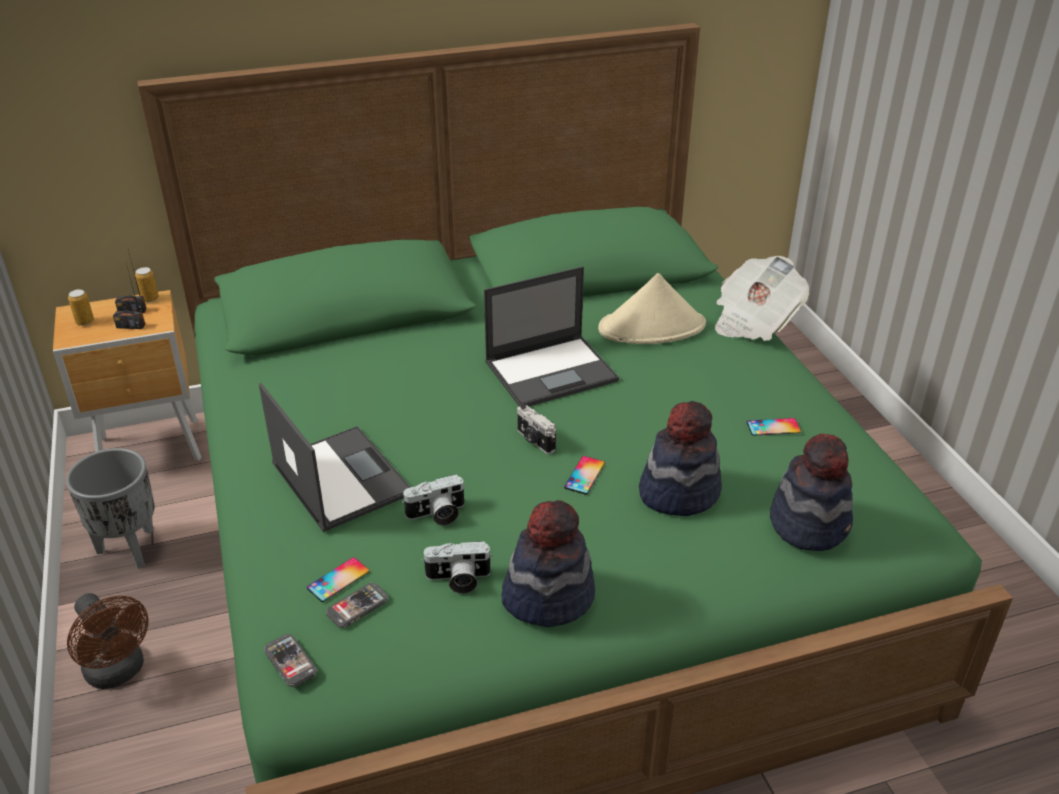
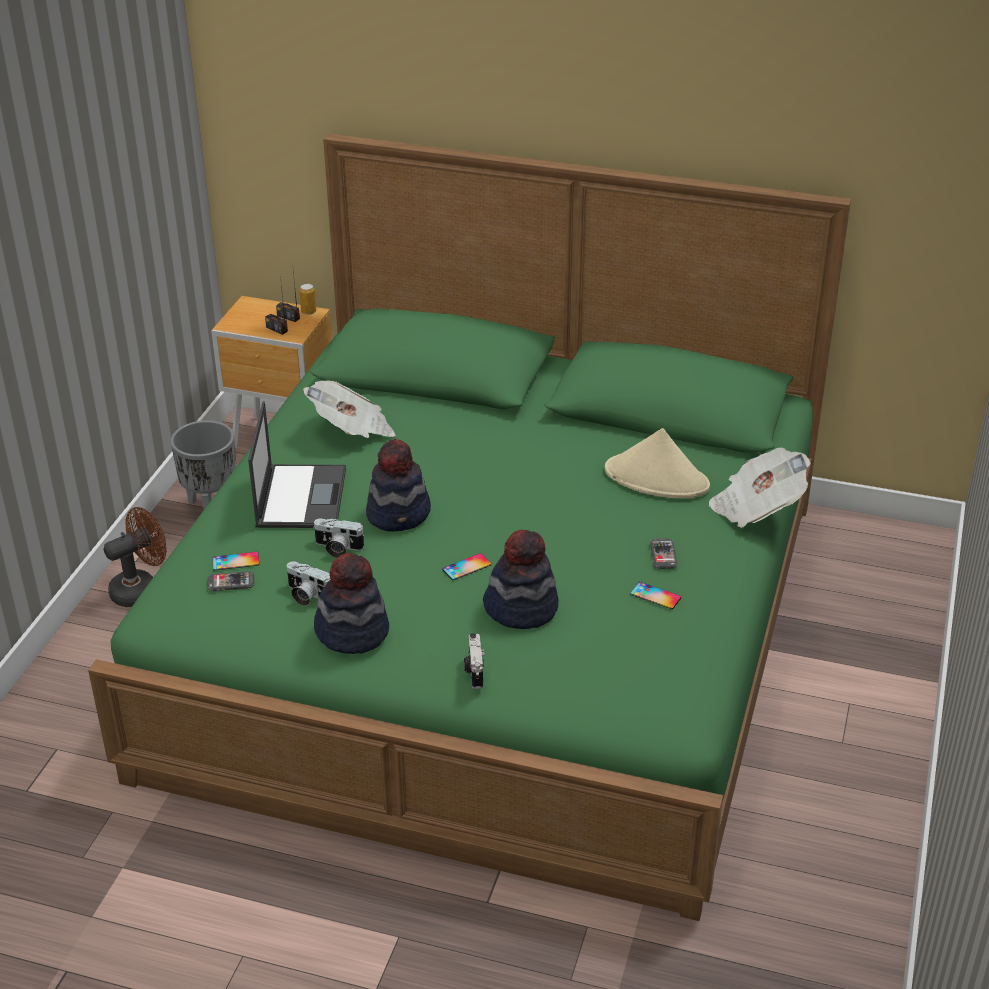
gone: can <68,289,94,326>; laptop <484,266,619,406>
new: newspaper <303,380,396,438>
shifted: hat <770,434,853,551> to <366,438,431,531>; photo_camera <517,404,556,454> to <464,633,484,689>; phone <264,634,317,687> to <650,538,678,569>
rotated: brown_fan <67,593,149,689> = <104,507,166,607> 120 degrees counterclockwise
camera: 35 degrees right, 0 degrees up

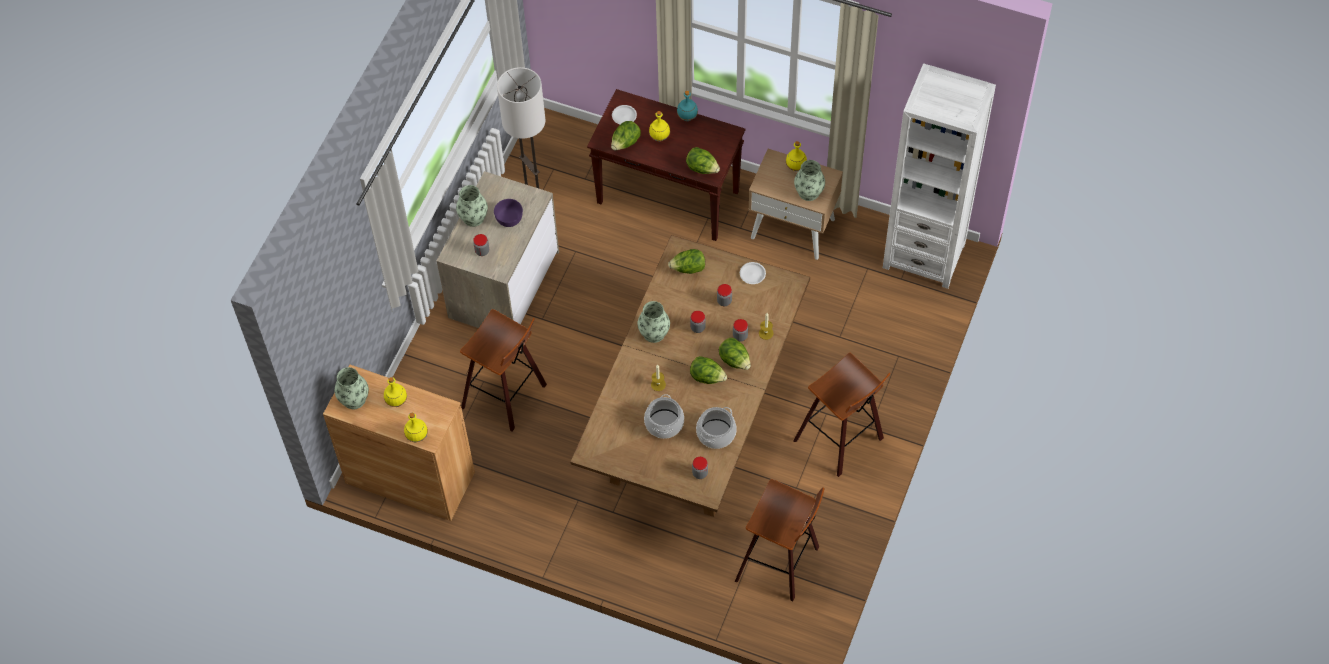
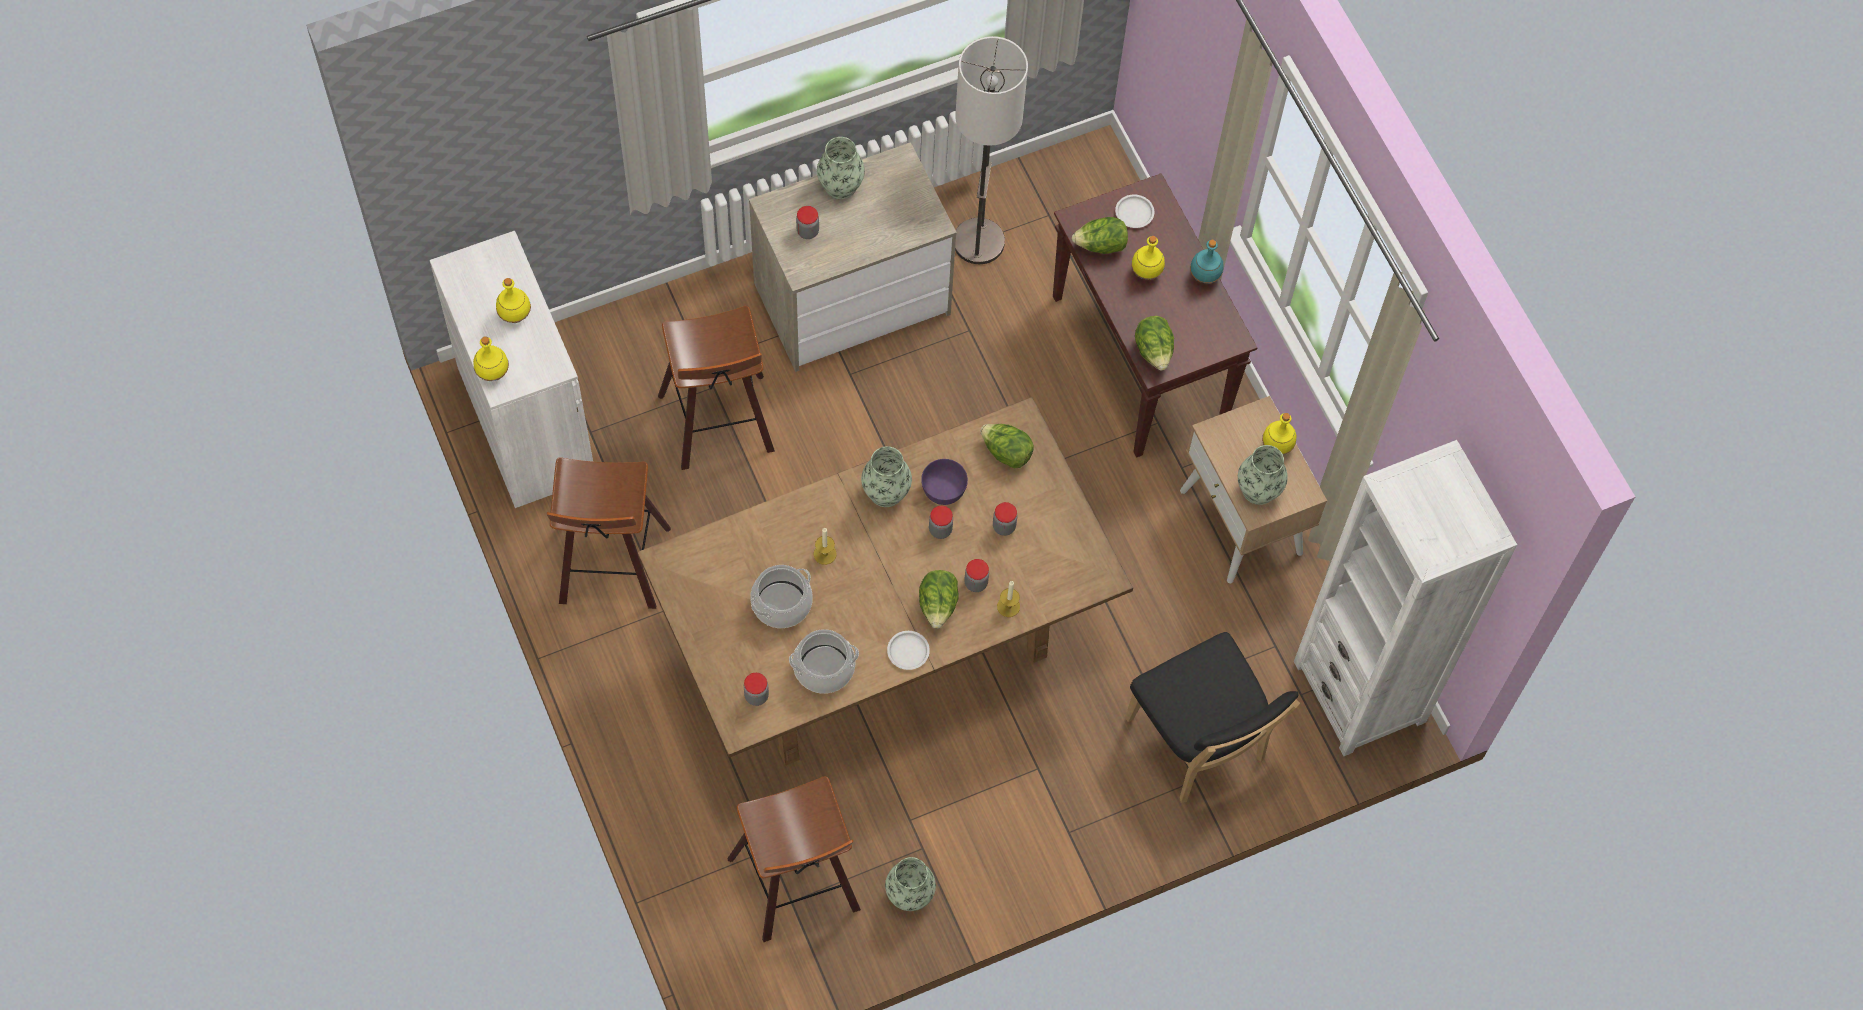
gone: lettuce <690,356,727,384>
new: black_chair <1125,632,1300,803>
shifted: stool <794,353,891,477> to <547,457,671,609>; vase <335,367,369,409> to <885,857,936,911>; white_plate <740,262,766,284> to <887,631,930,670>; purple_bowl <494,199,523,227> to <921,459,968,505>
repainted: brown_cabinet <323,365,475,521> to white_cabinet <430,231,593,508>
camera: 40 degrees right, 5 degrees up

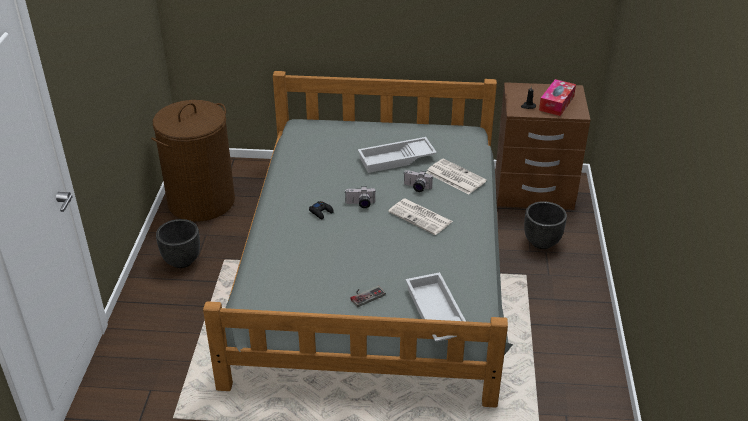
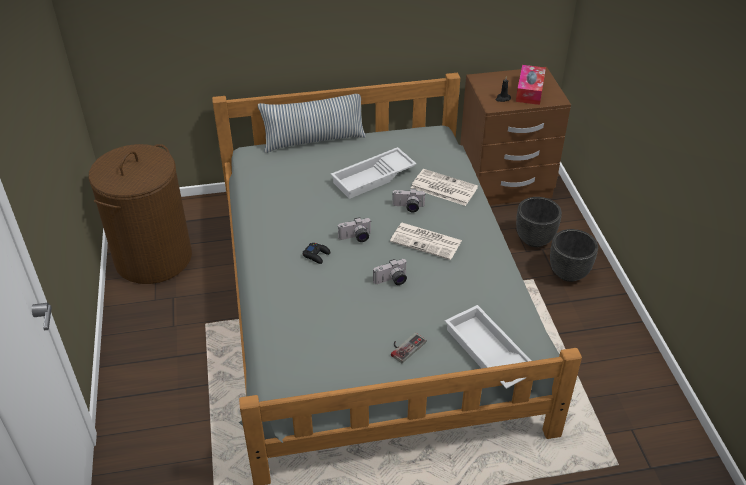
new: pillow <258,94,366,153>; photo_camera <373,259,407,285>
shifted: black_planter <156,219,200,268> to <550,229,598,282>
camera: 15 degrees left, 5 degrees up

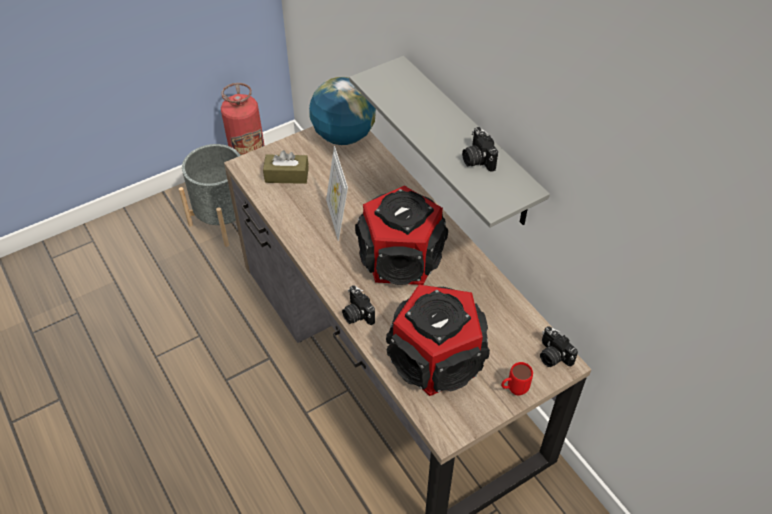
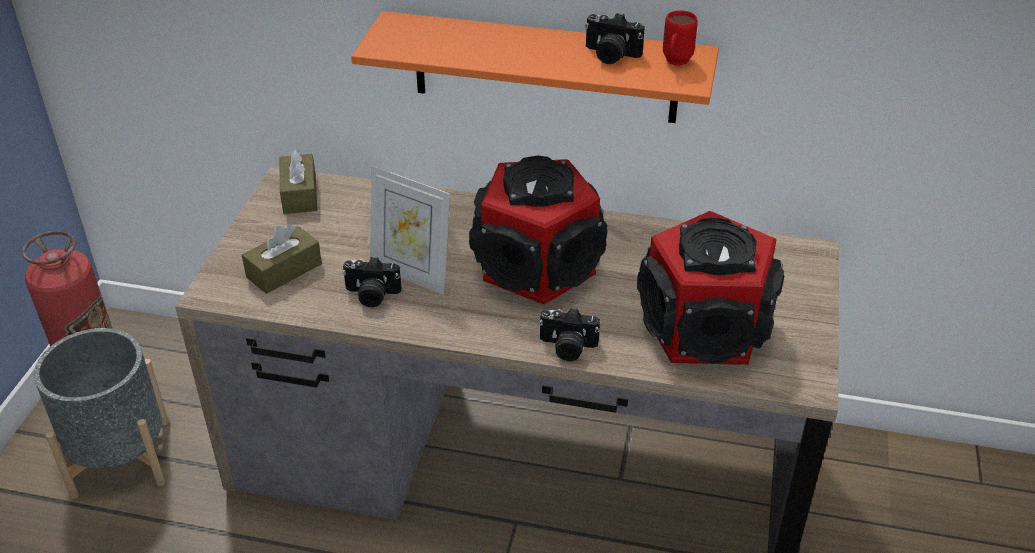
shifted: photo_camera <540,326,578,367> to <342,257,401,307>; red_mug <501,362,533,396> to <663,10,698,65>
swapped: globe <309,77,376,145> to brown_tissue_box <280,147,317,214>
repainted: grey_shelf <349,56,550,228> to orange_shelf <351,11,719,123>
camera: 45 degrees left, 10 degrees down

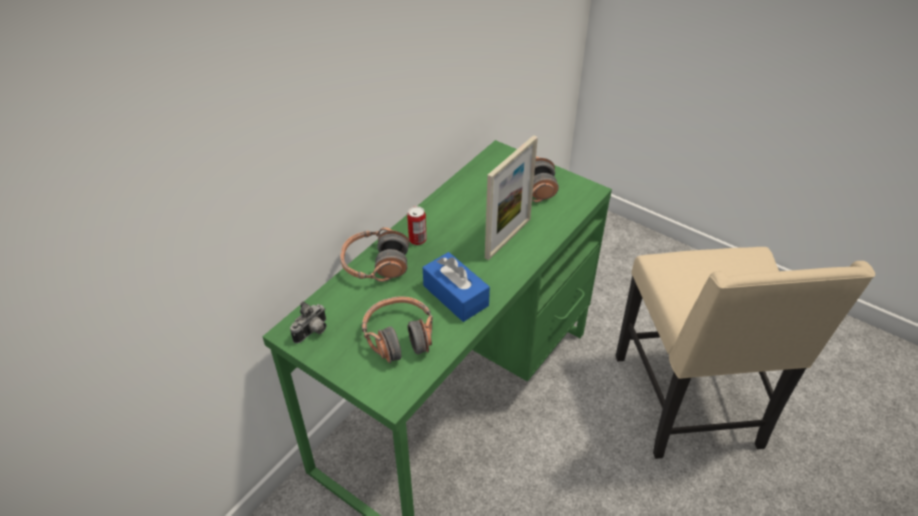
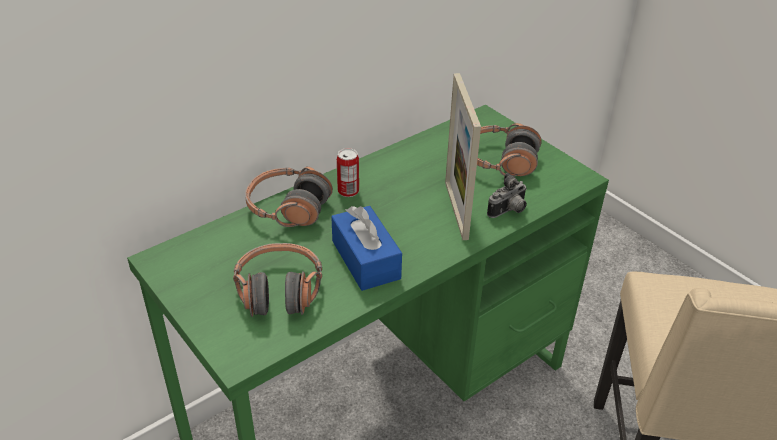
shifted: photo_camera <290,301,326,343> to <487,173,527,218>
rotated: picture_frame <485,135,538,260> = <445,73,481,240> 120 degrees clockwise
camera: 15 degrees right, 5 degrees down

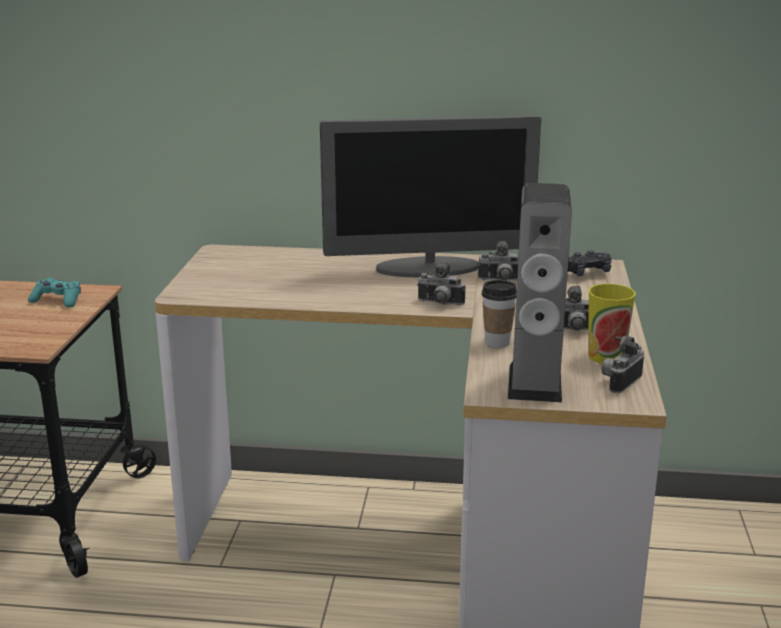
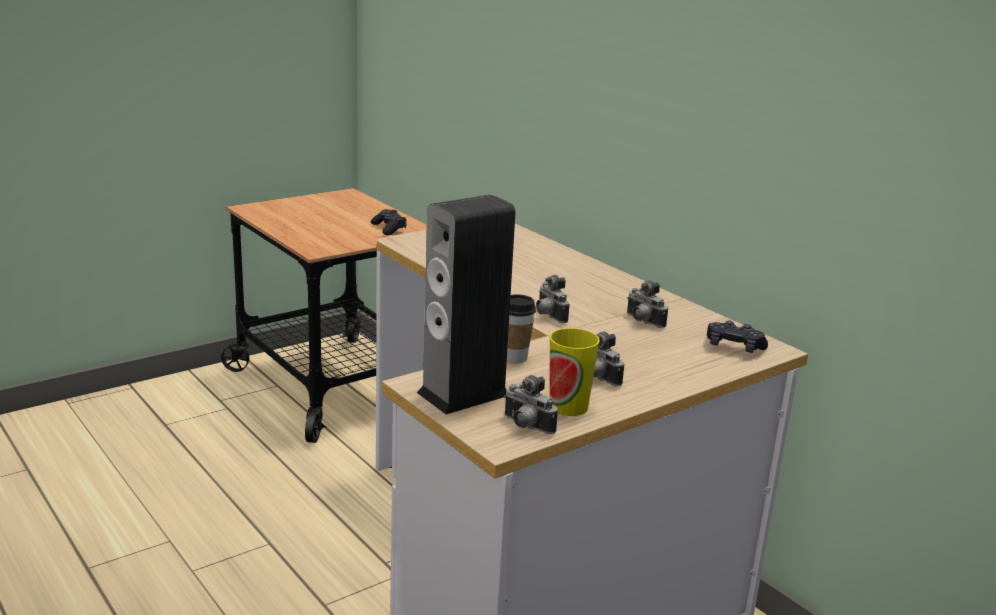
gone: monitor <320,115,541,277>
repainted: turquoise_game_controller <28,278,81,308> to black_game_controller <371,209,407,236>
rotated: photo_camera <602,336,644,393> = <504,375,558,434> 135 degrees counterclockwise
camera: 45 degrees right, 0 degrees up

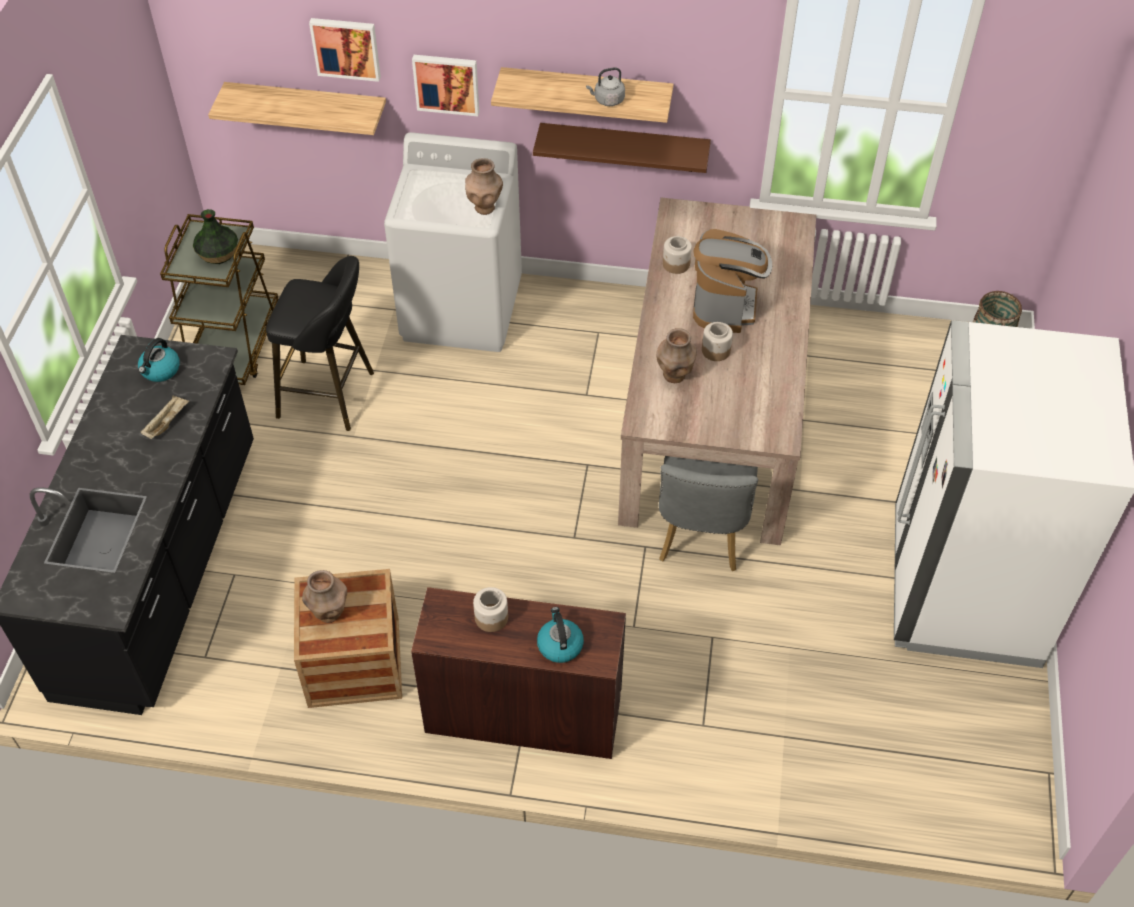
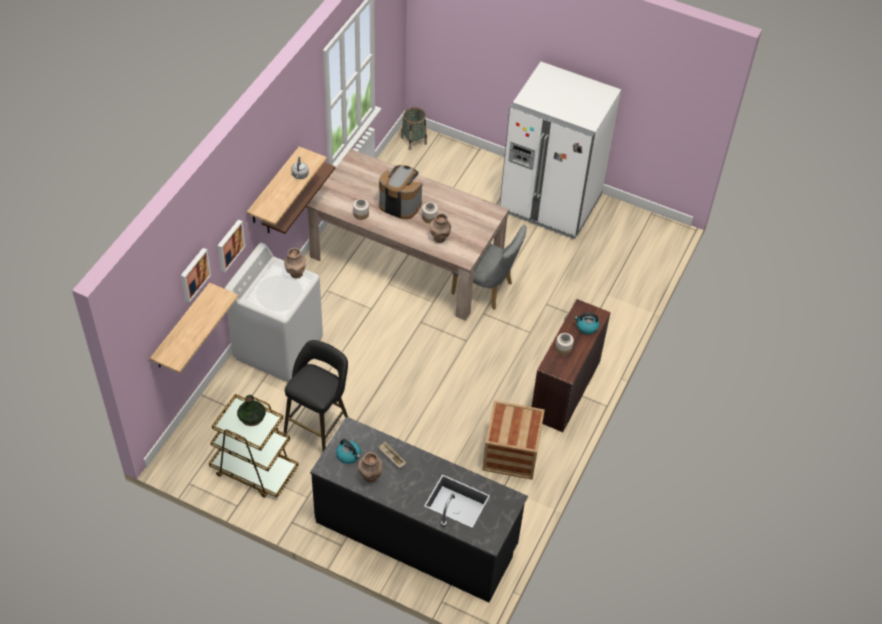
shifted: brown_vase <302,570,347,623> to <358,452,382,482>
camera: 75 degrees left, 0 degrees up

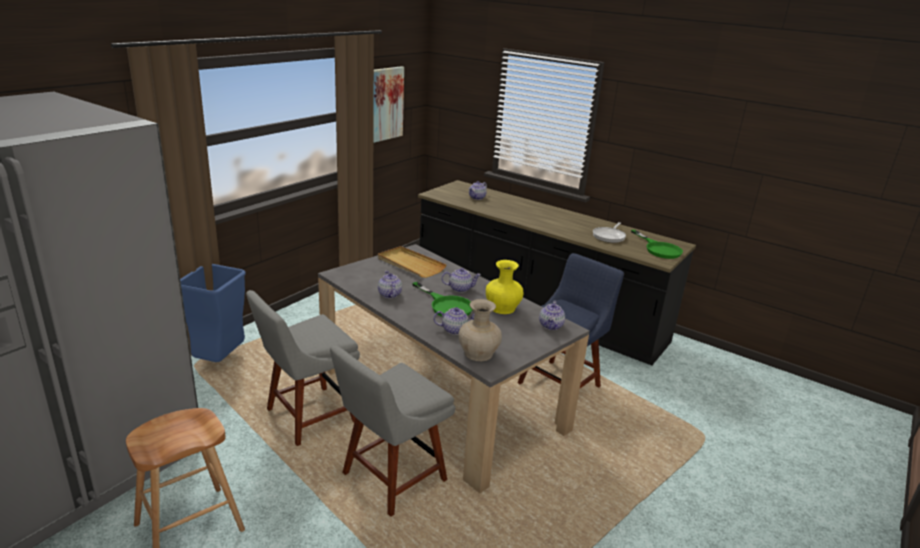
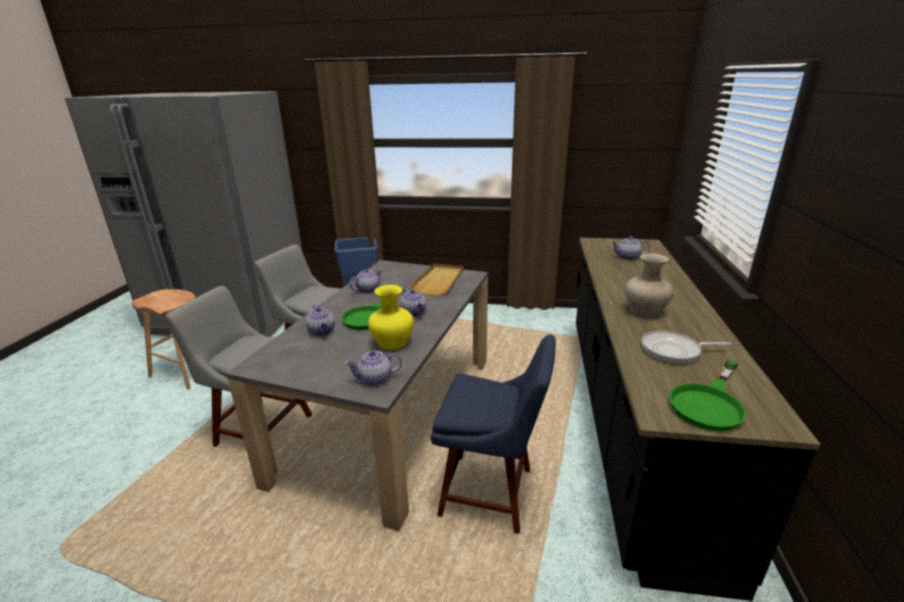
gone: picture <373,66,404,143>
shifted: beige_vase <459,299,502,361> to <625,253,673,317>
camera: 65 degrees right, 0 degrees up

